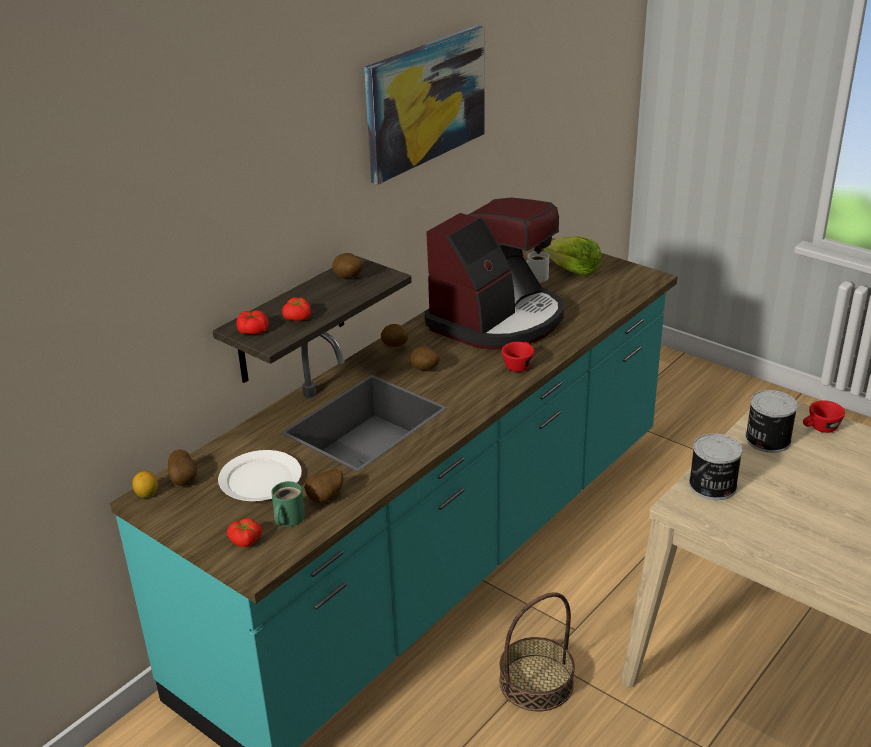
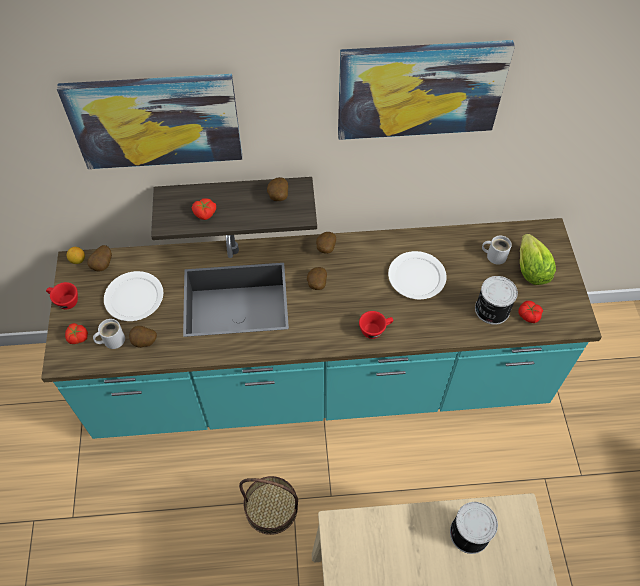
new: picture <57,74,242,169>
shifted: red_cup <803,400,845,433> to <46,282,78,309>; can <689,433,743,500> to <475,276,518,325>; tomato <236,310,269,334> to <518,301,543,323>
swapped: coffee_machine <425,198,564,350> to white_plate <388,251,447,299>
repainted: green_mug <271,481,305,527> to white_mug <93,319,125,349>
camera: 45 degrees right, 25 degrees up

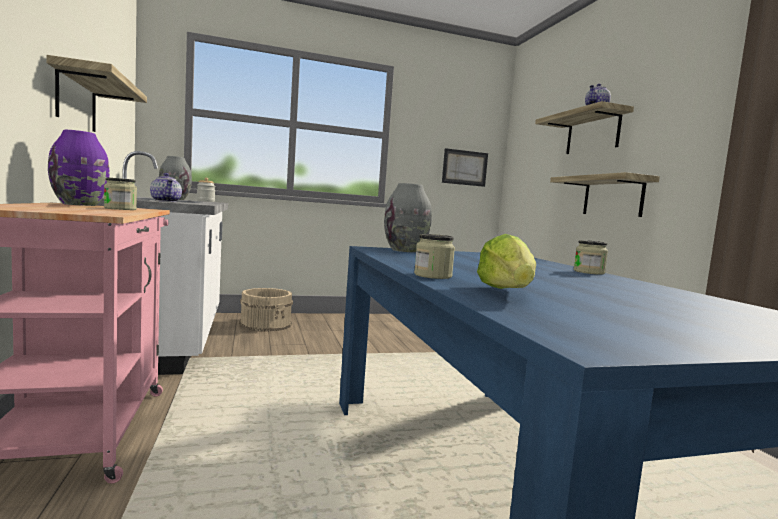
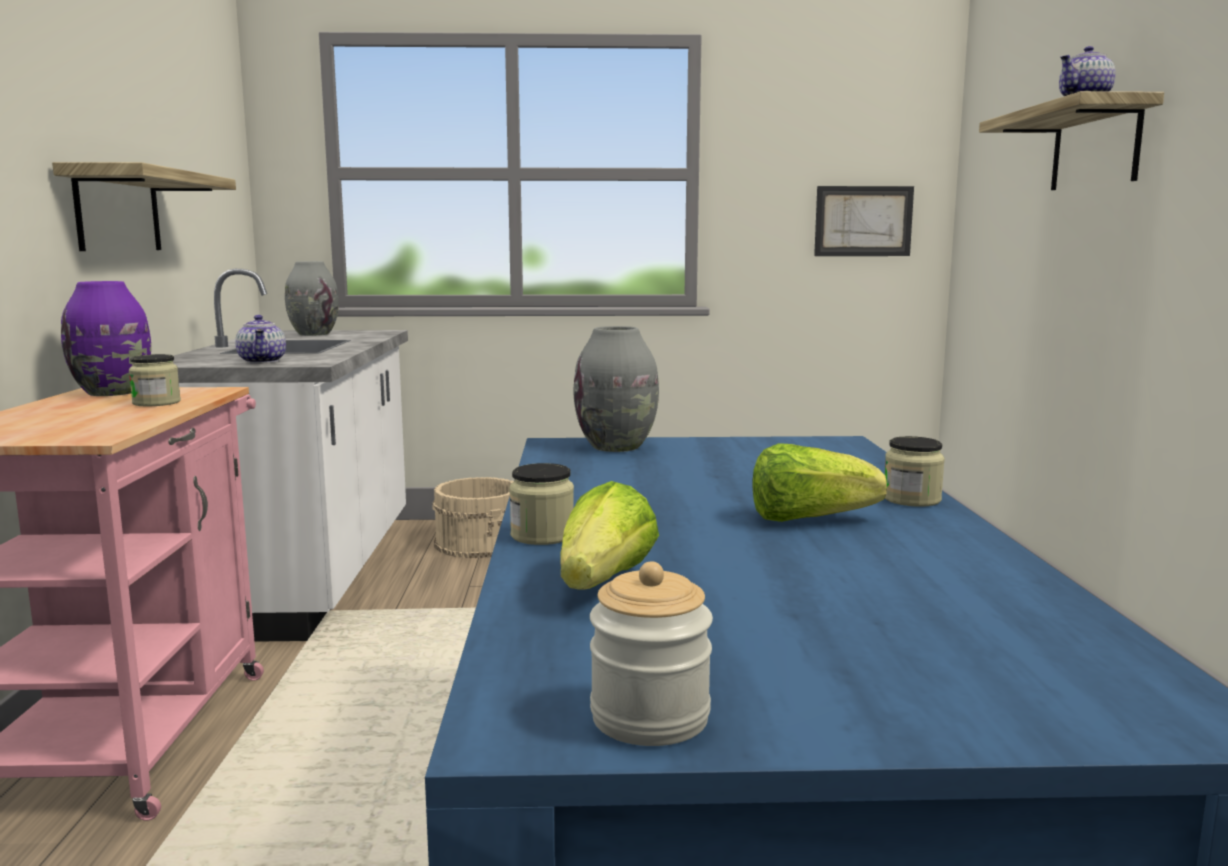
gone: shelf <550,172,660,217>
new: lettuce <752,443,887,522>
shifted: jar <196,178,216,202> to <590,562,713,746>
camera: 15 degrees right, 5 degrees up

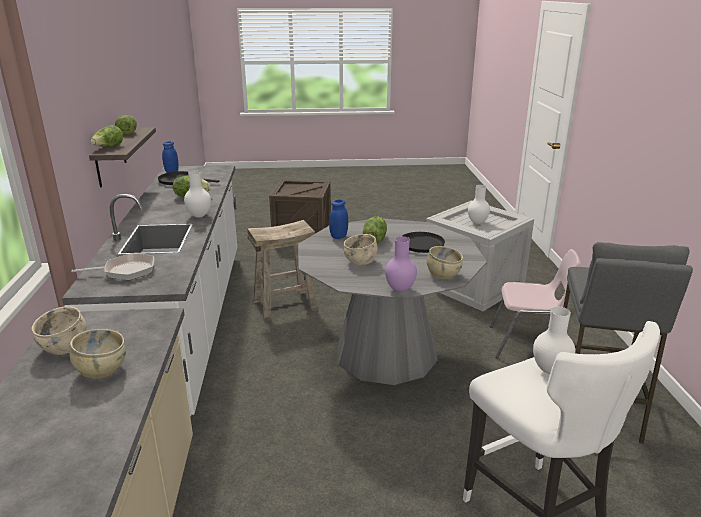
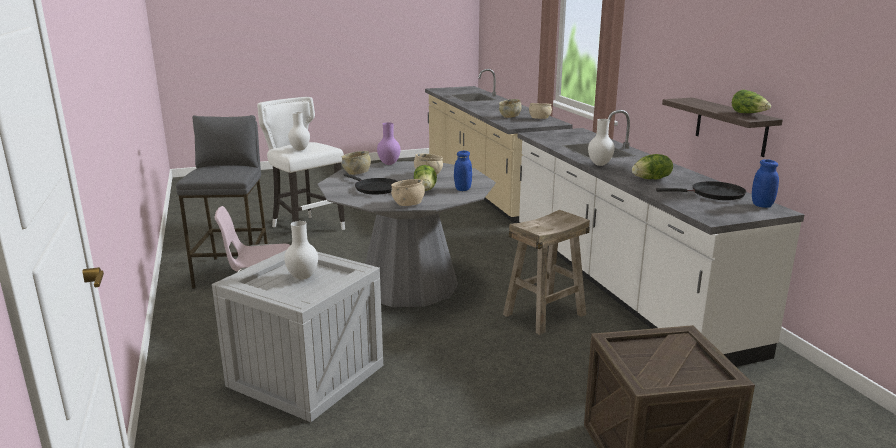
gone: frying_pan <72,253,154,280>; lettuce <90,125,123,147>
new: beige_bowl <391,179,425,206>
camera: 165 degrees right, 5 degrees down

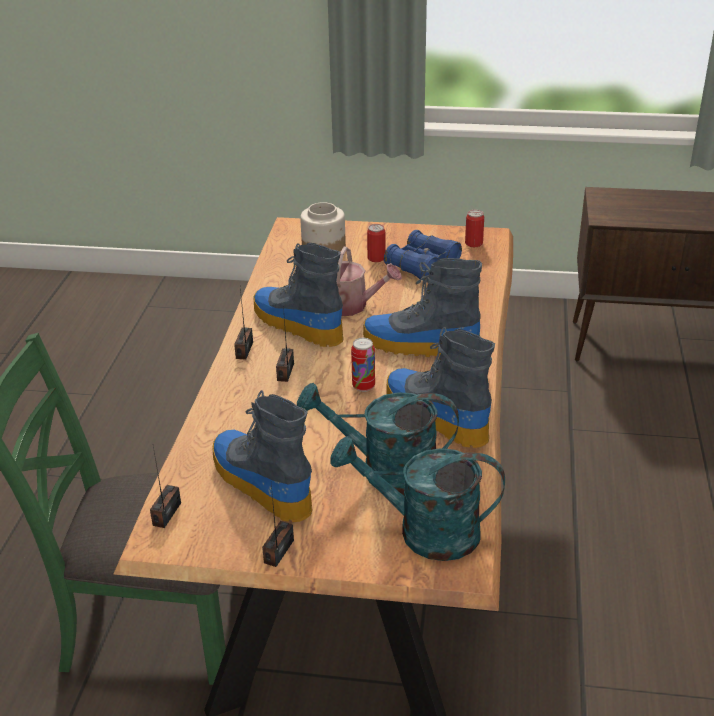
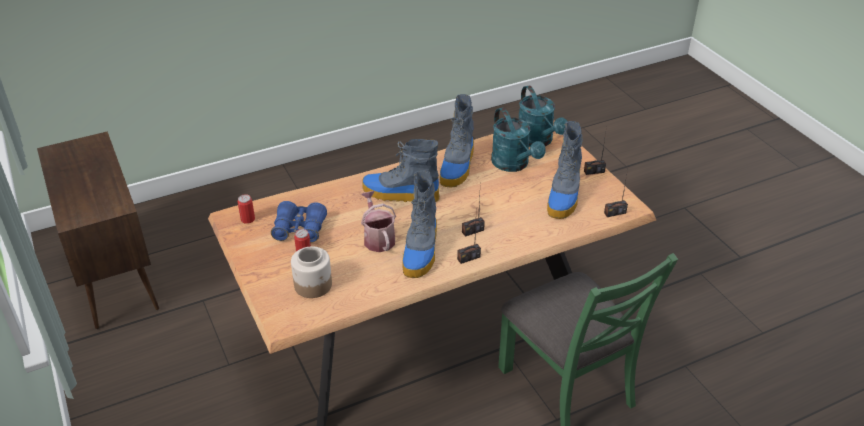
gone: can <351,338,375,392>
rotated: boot <363,258,482,357> = <362,139,440,203> 120 degrees clockwise
camera: 125 degrees left, 5 degrees up

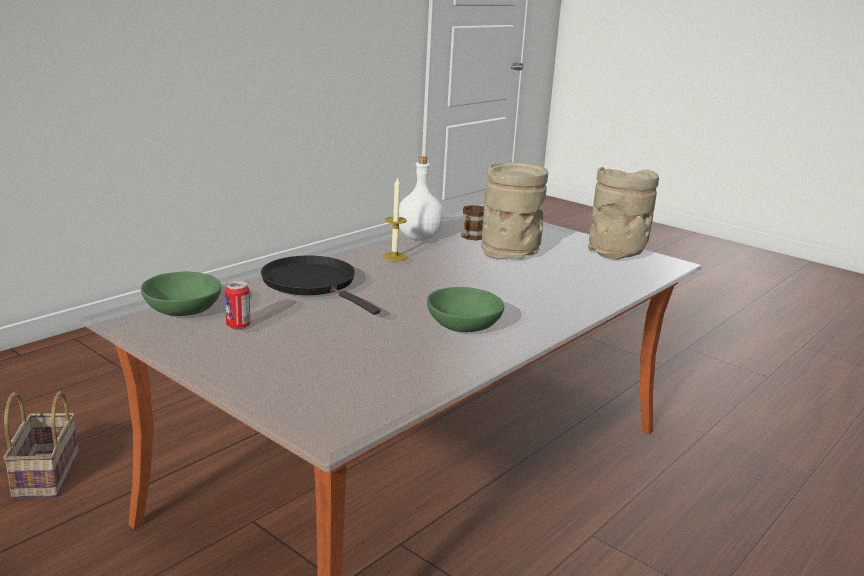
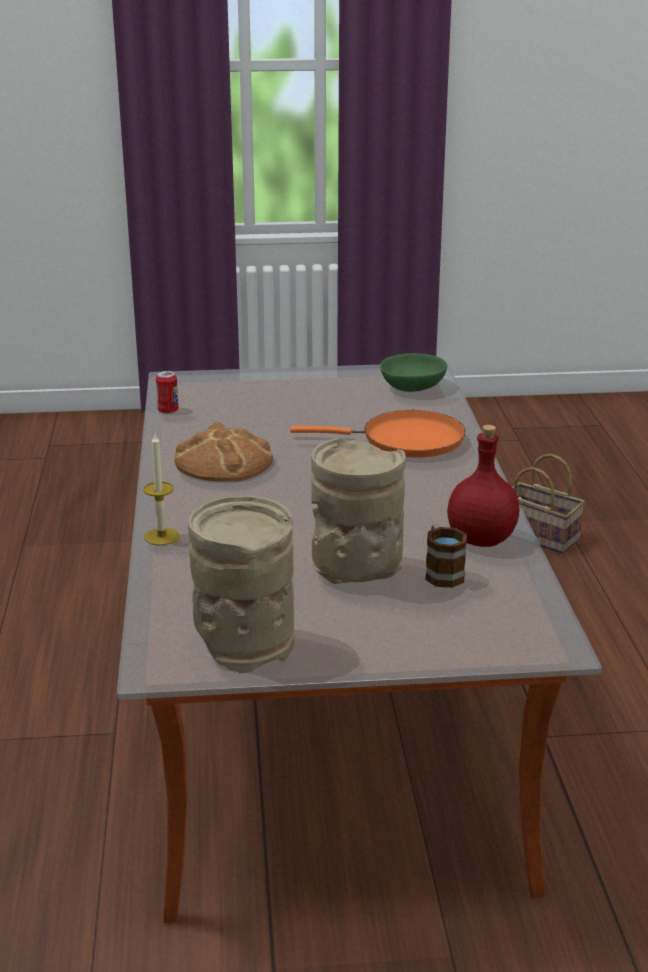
shifted: candle <382,177,407,261> to <143,434,179,545>; can <225,281,251,329> to <156,371,179,414>
swapped: green_bowl <427,287,504,332> to bread <175,422,273,482>
repainted: black_frying_pan <261,256,381,315> to orange_frying_pan <290,410,466,457>; white_bottle <399,156,444,240> to red_bottle <447,425,519,547>
camera: 135 degrees right, 5 degrees up

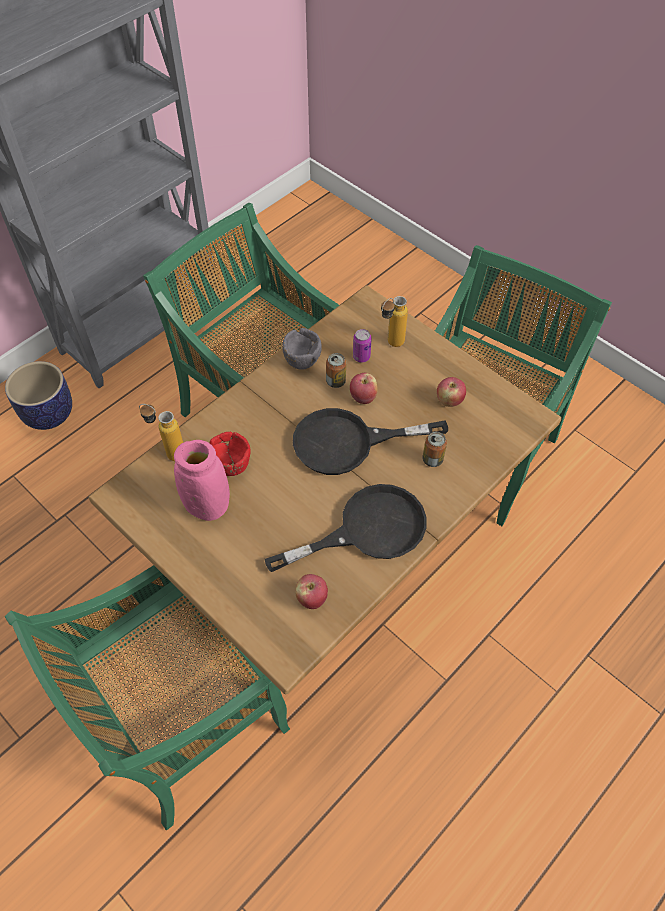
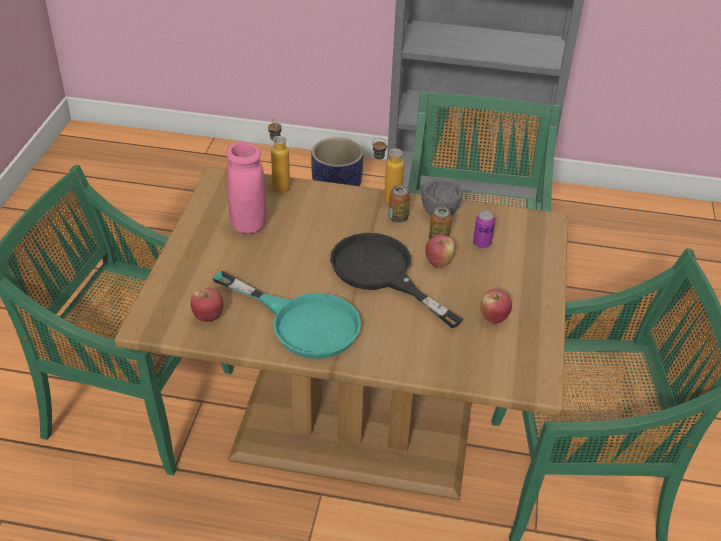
gone: red_bowl <210,432,251,476>
shifted: bottle <381,296,408,347> to <372,138,404,205>; can <422,432,447,467> to <388,185,410,223>
repainted: black_frying_pan <265,484,427,572> to turquoise_frying_pan <213,270,361,359>
camera: 55 degrees right, 15 degrees down

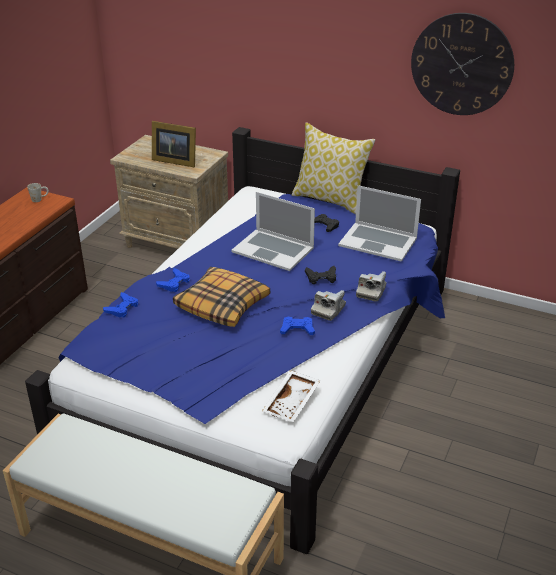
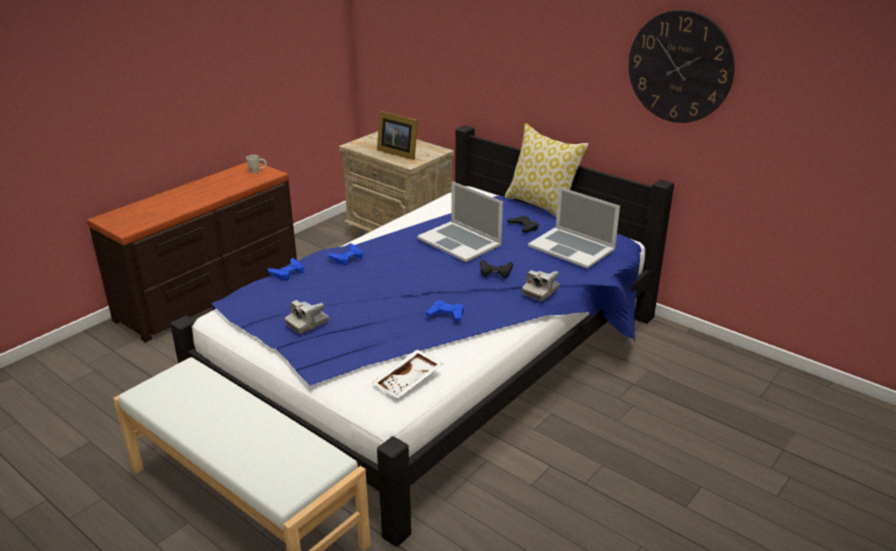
gone: pillow <173,267,270,327>
shifted: photo_camera <311,290,346,321> to <285,300,329,334>
camera: 15 degrees right, 5 degrees down

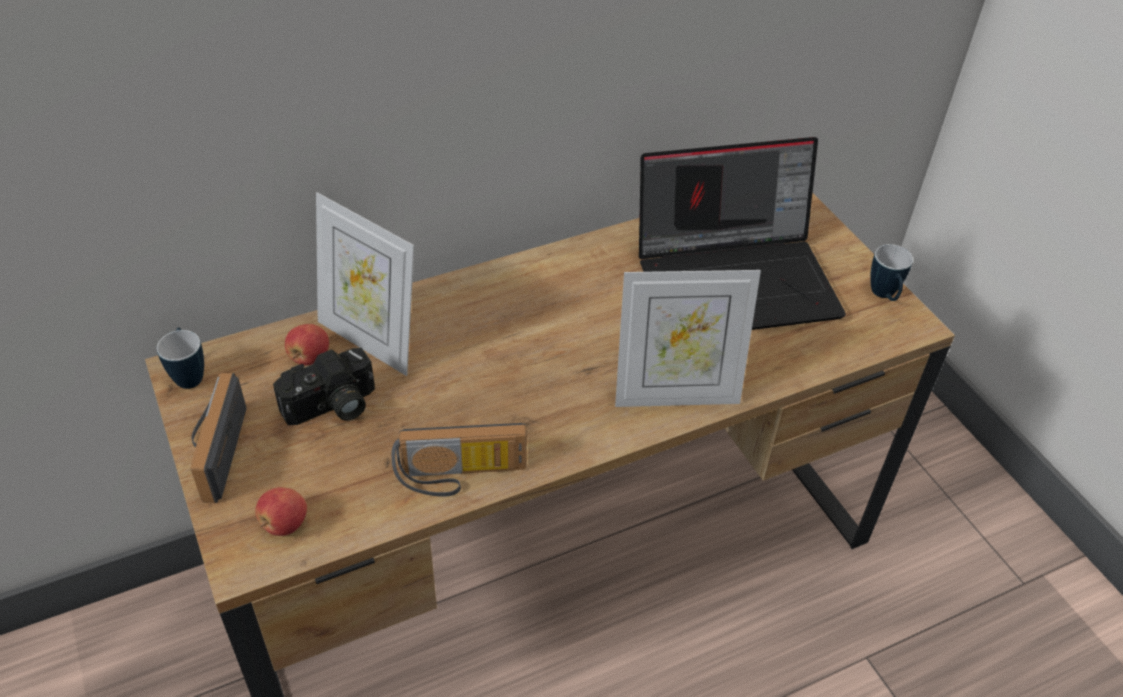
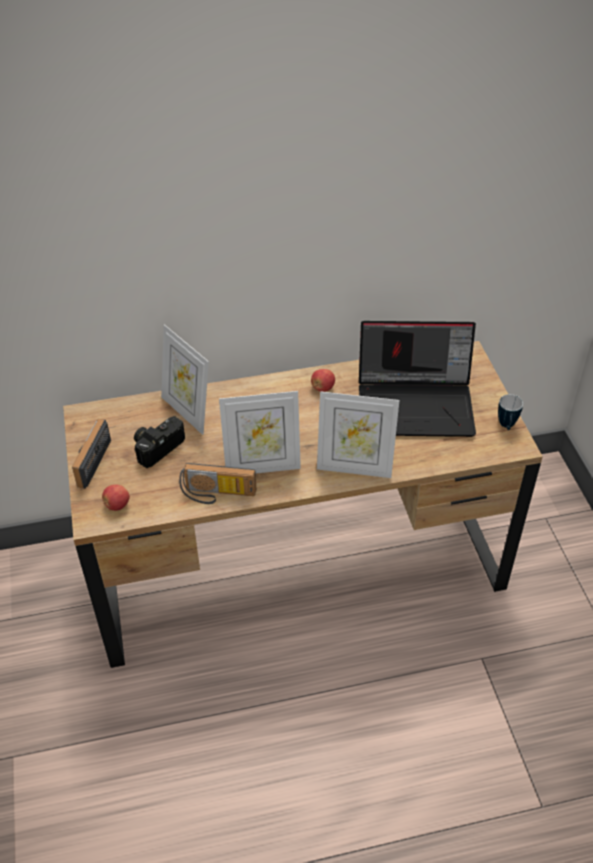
gone: mug <157,328,204,389>
new: picture_frame <219,391,301,473>
shifted: apple <285,324,329,366> to <311,369,335,392>
rotated: photo_camera <273,348,375,425> = <134,416,185,468> 150 degrees clockwise
camera: 15 degrees right, 0 degrees up

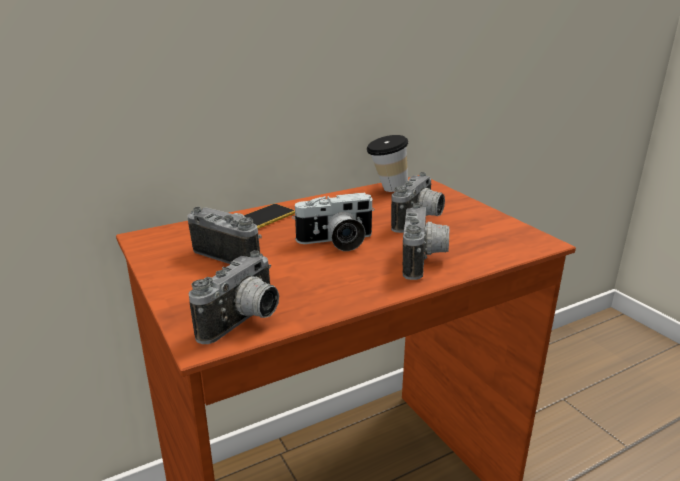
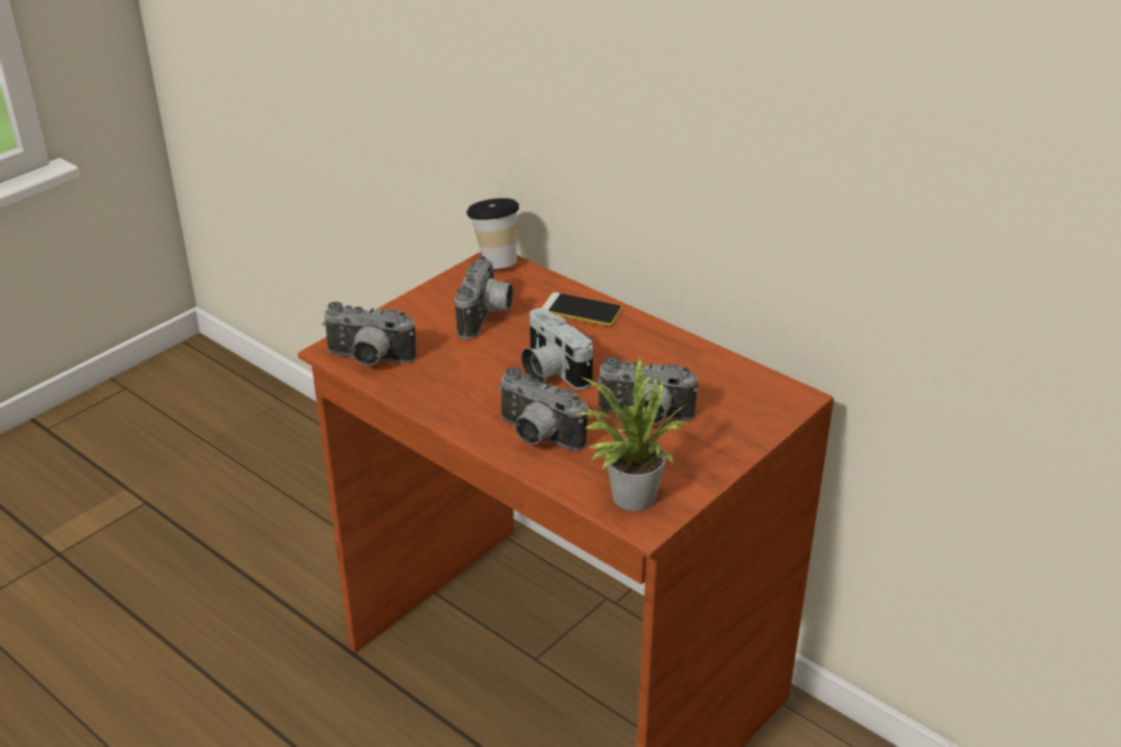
new: potted_plant <576,357,687,511>
shifted: cup <367,135,408,192> to <467,198,519,269>
rotated: photo_camera <403,203,449,280> = <498,367,588,451> 45 degrees clockwise
camera: 70 degrees right, 10 degrees up

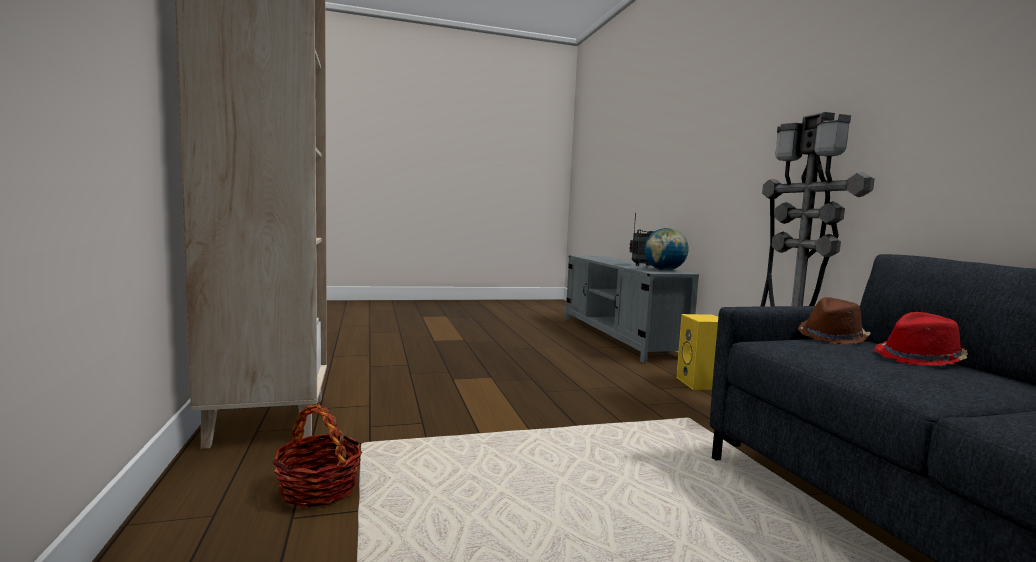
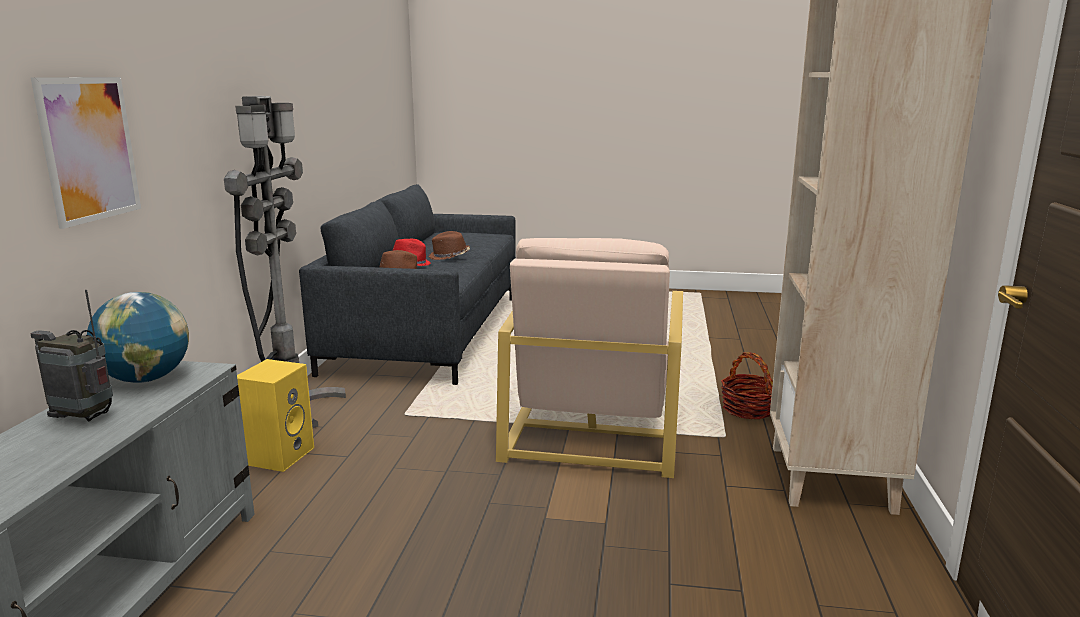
new: picture <31,77,141,229>; brown_hat <428,231,470,260>; beige_armchair <496,238,683,478>
camera: 155 degrees left, 10 degrees up

